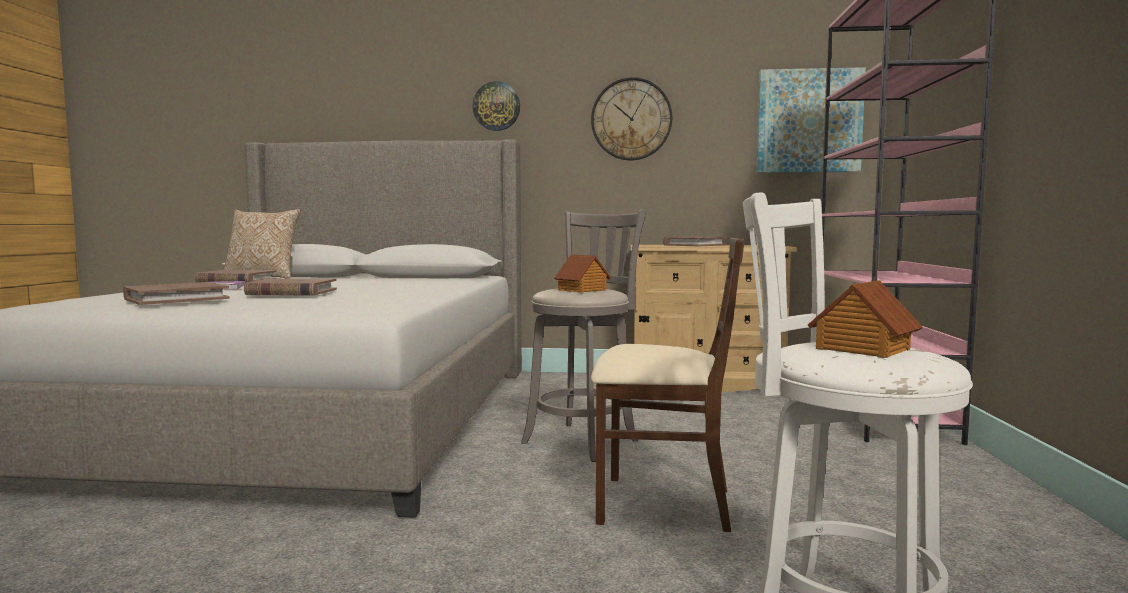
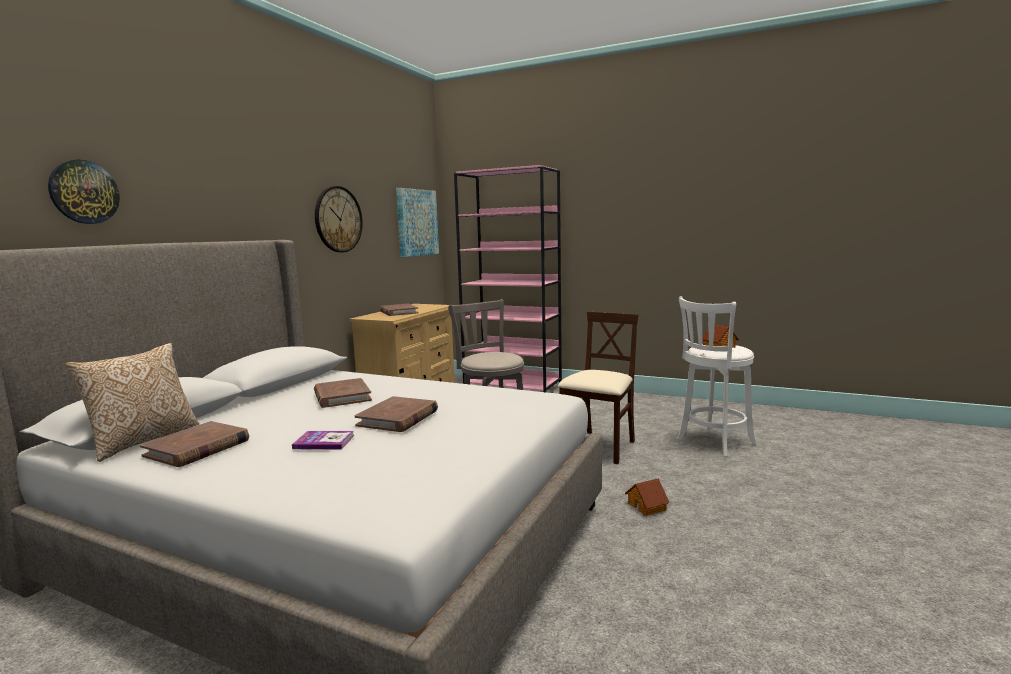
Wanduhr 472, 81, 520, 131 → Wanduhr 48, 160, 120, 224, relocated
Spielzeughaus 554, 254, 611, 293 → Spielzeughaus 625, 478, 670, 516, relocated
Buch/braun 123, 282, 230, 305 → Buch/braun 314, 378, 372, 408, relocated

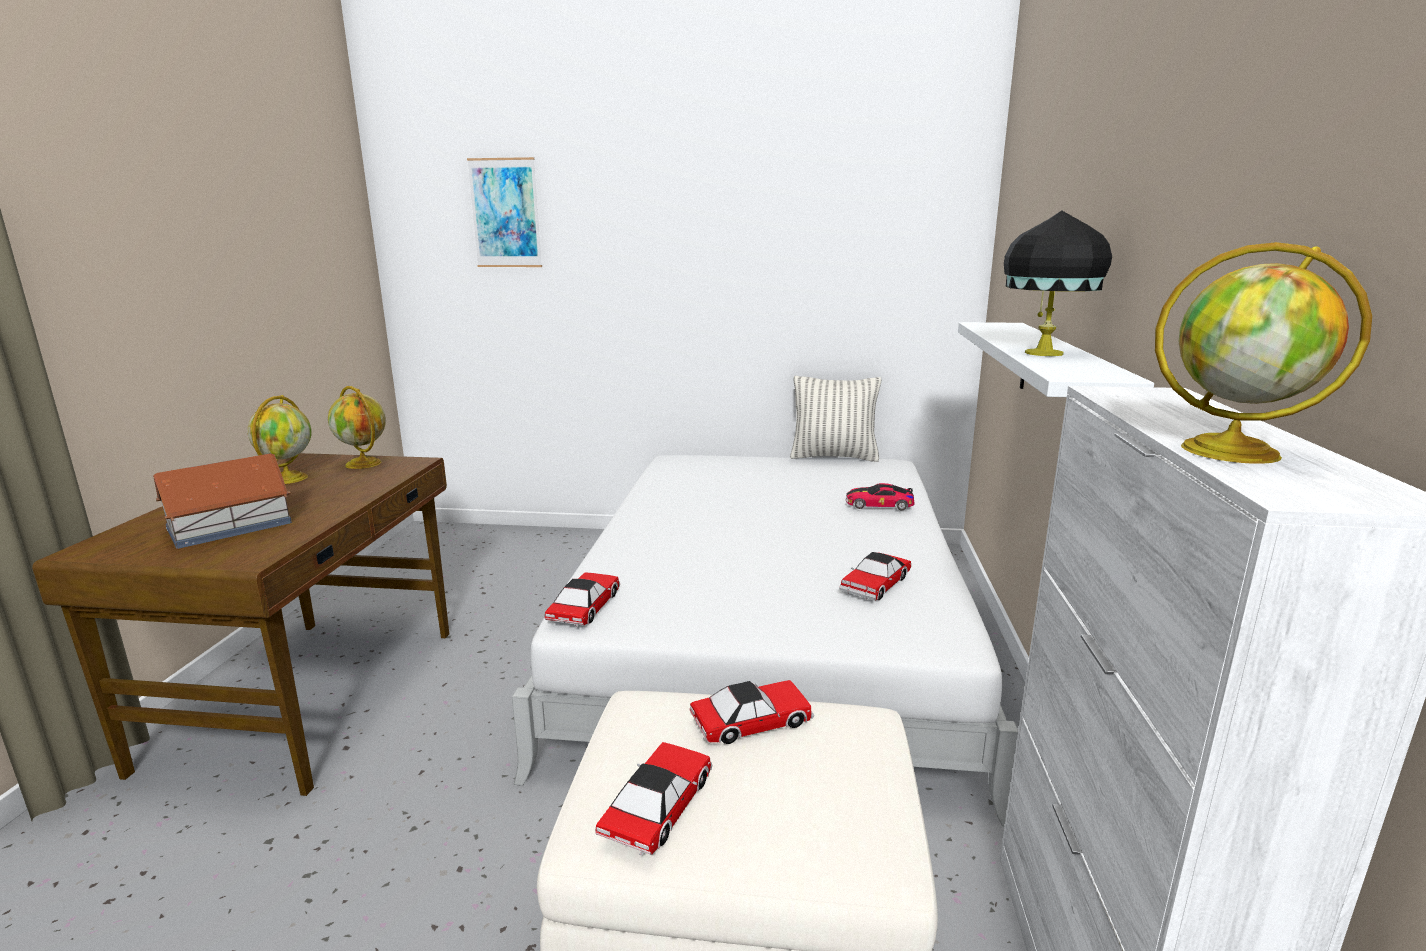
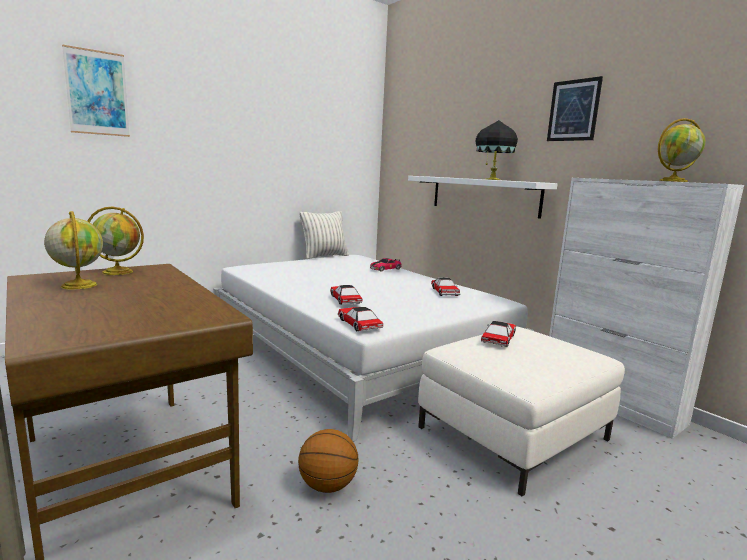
Spielzeughaus 153, 454, 292, 549 → -
Spielzeugauto 595, 742, 712, 856 → Spielzeugauto 330, 285, 363, 305, relocated
- → Bild 547, 76, 603, 141
- → Basketball 298, 429, 358, 493

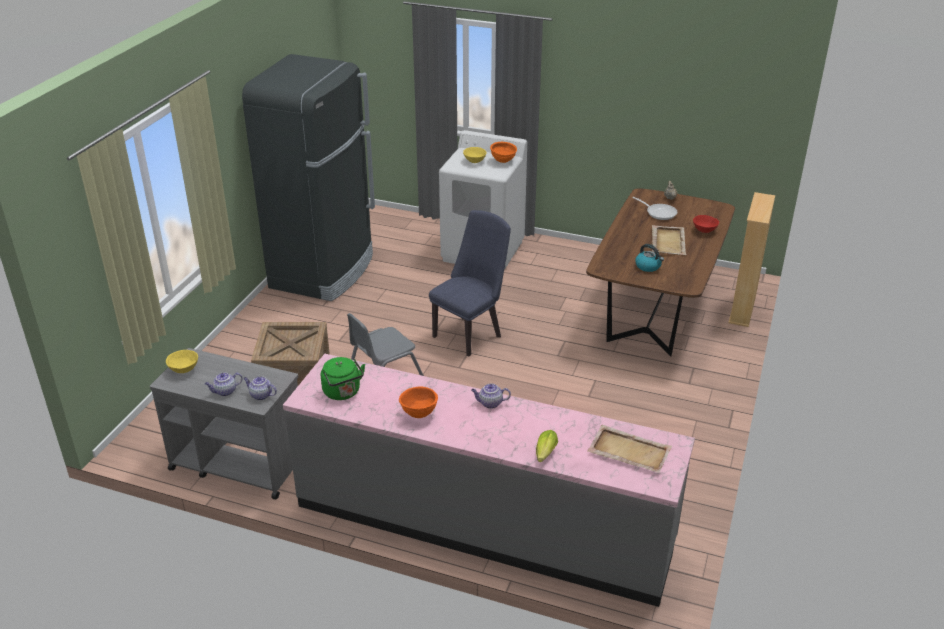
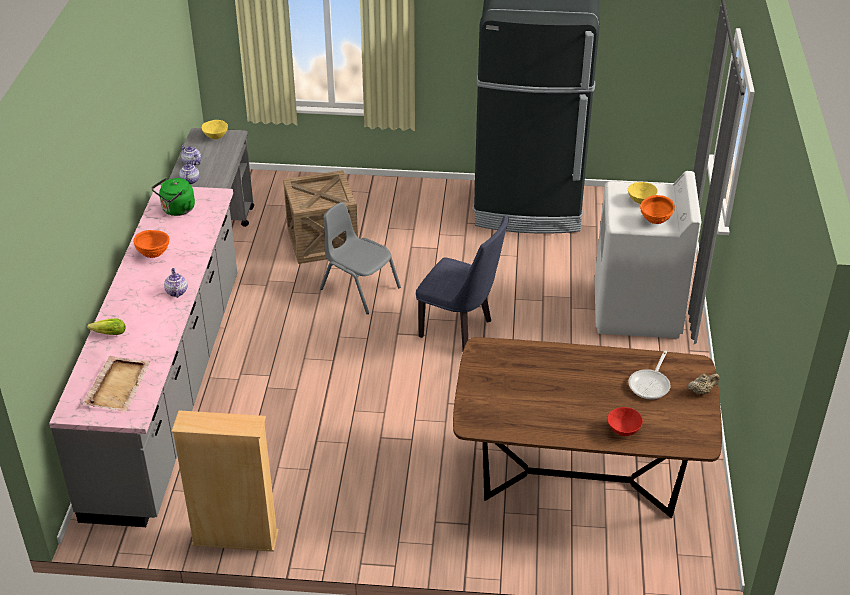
Bücherregal/beige 728, 192, 775, 327 → Bücherregal/beige 171, 410, 279, 552, relocated
Tablett/beige 652, 225, 686, 255 → -
Wasserkessel 635, 244, 664, 272 → -

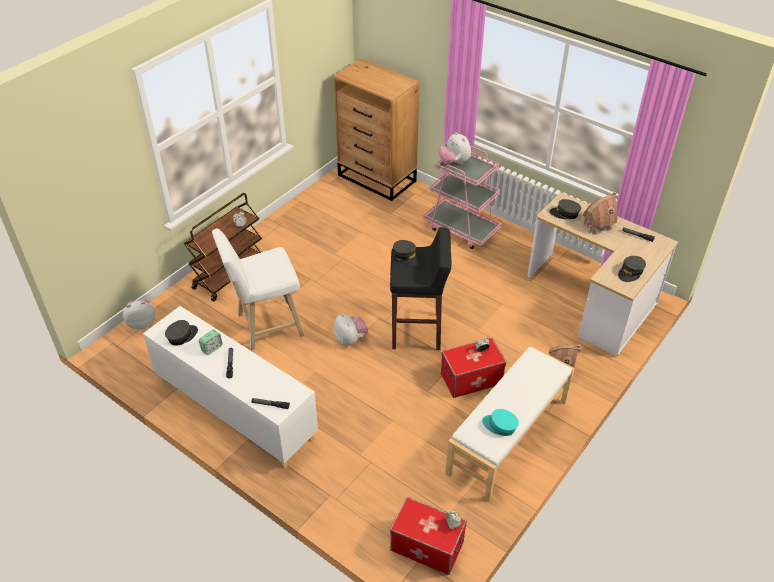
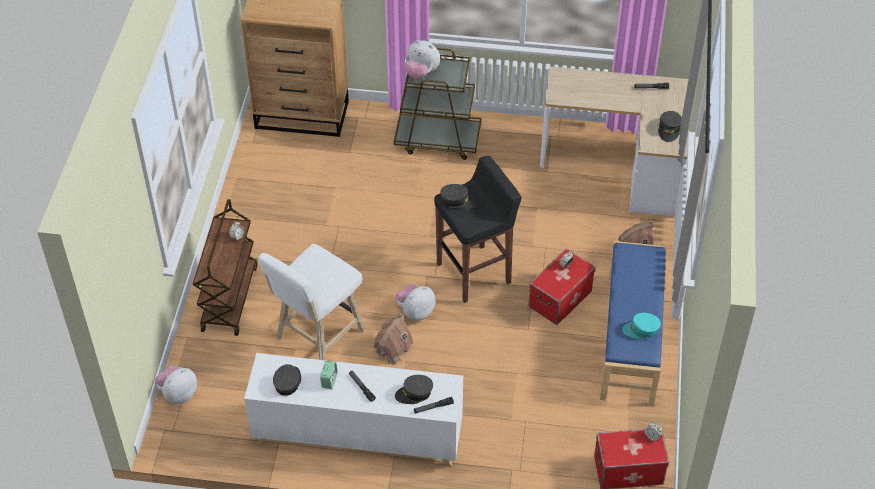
Rollwagen/rosa 423, 146, 502, 249 → Rollwagen/braun 394, 48, 481, 160
Spielzeughaus 583, 191, 617, 235 → Spielzeughaus 374, 313, 413, 365, relocated
Kappe/grau 550, 199, 581, 219 → Kappe/grau 395, 375, 433, 404, relocated
Plüschtier 334, 313, 368, 346 → Plüschtier 395, 284, 435, 320, 75 degrees counterclockwise
Bank/weiß 445, 346, 575, 502 → Bank/blau 600, 241, 666, 406

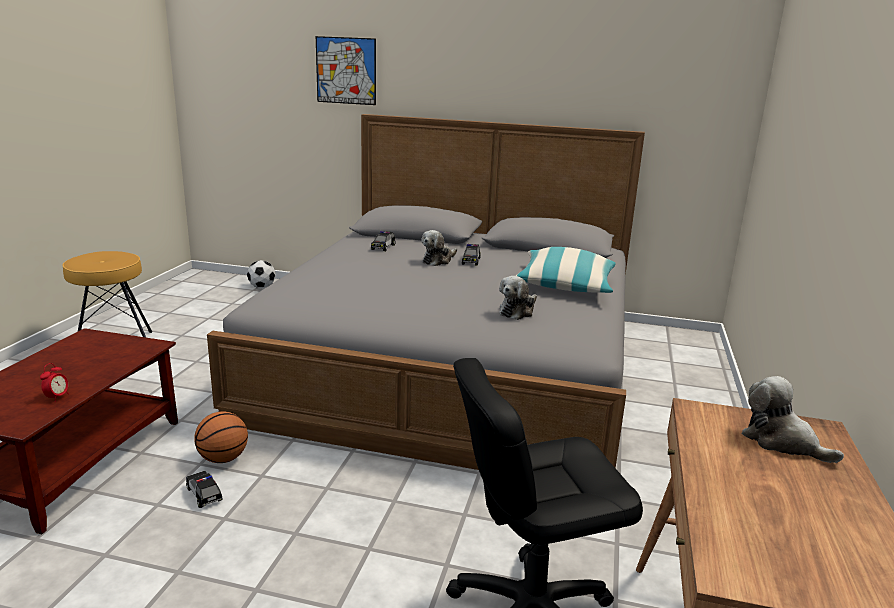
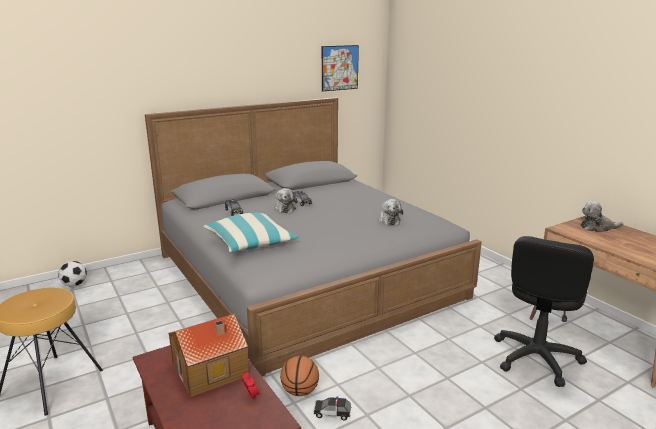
Bild 316, 36, 376, 105 → Bild 322, 45, 359, 92, relocated
Kissen 515, 247, 616, 293 → Kissen 204, 213, 299, 252, relocated
- → Spielzeughaus 168, 314, 249, 397

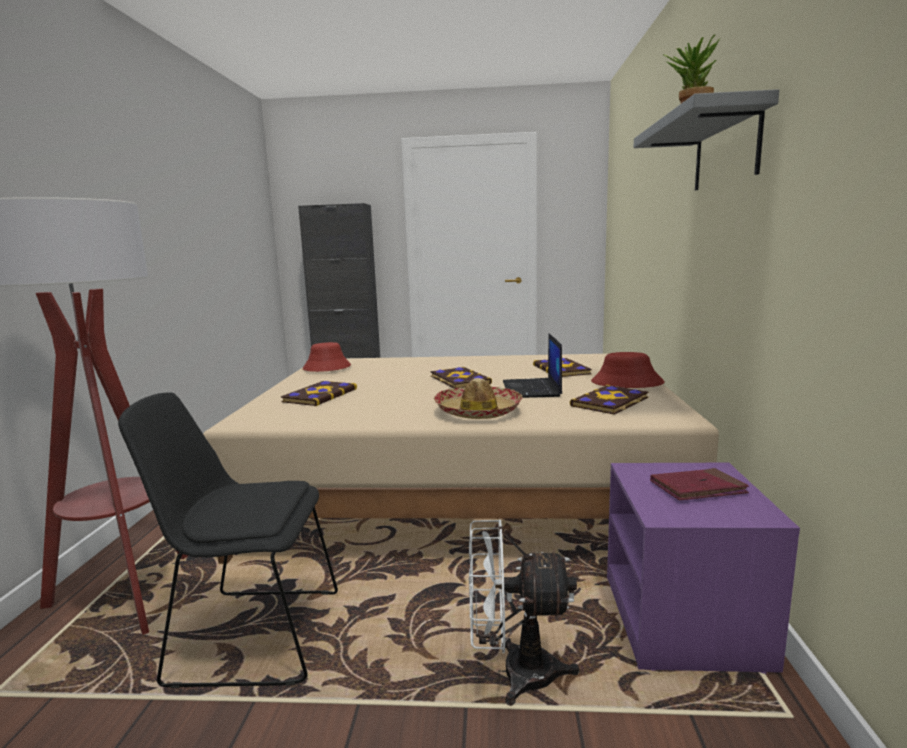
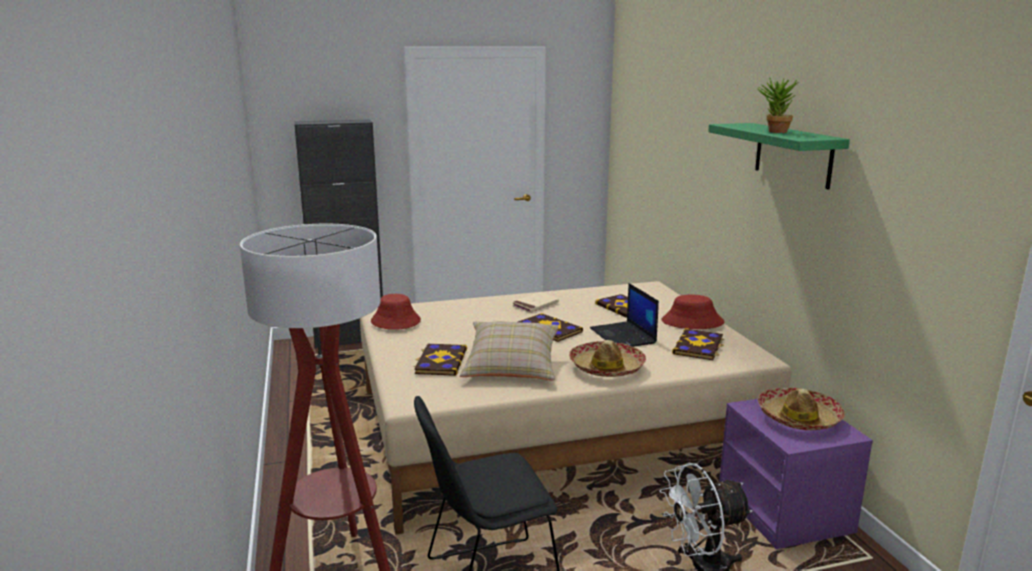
Wandregal/grau 634, 89, 779, 190 → Wandregal/grün 708, 123, 850, 189
Buch/rot 650, 468, 749, 500 → Hut 758, 388, 845, 430
- → Buch/beige 512, 292, 559, 313
- → Kissen/beige 460, 321, 558, 381

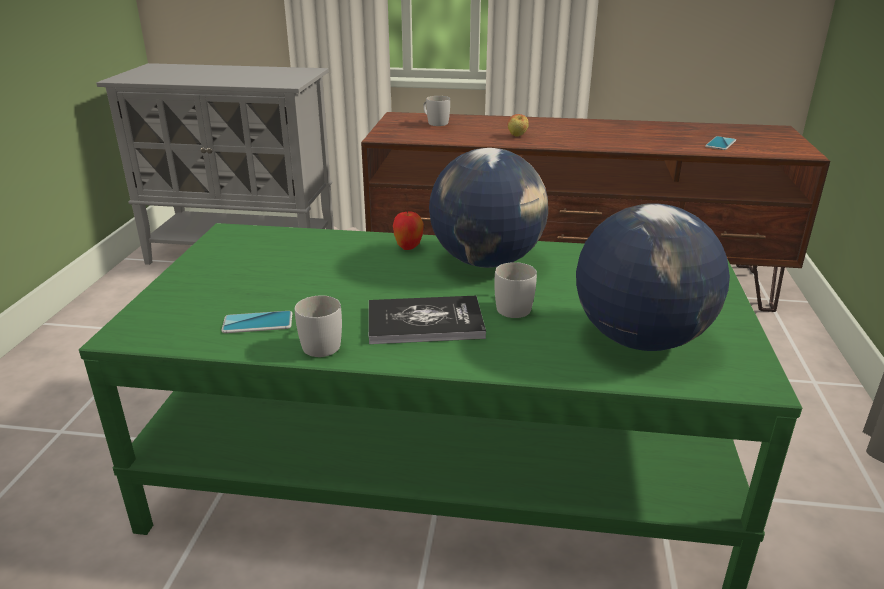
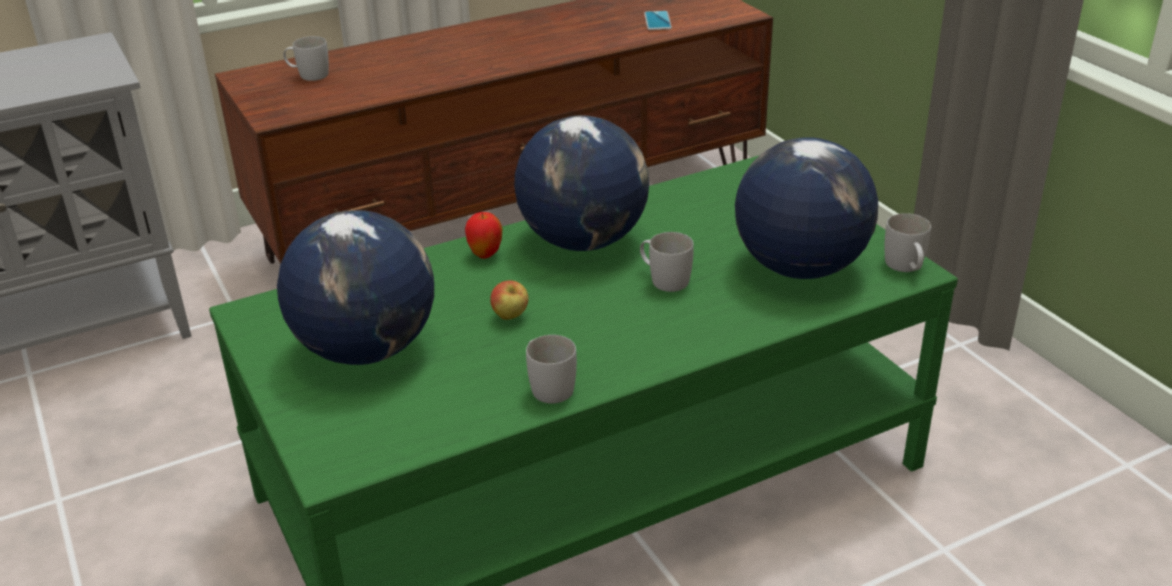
Apfel 508, 114, 529, 136 → Apfel 490, 281, 529, 320, relocated
Buch 369, 296, 486, 344 → -
Handy 221, 311, 292, 333 → -
- → Globus 277, 210, 434, 365
- → Henkelbecher/weiß 885, 213, 931, 272

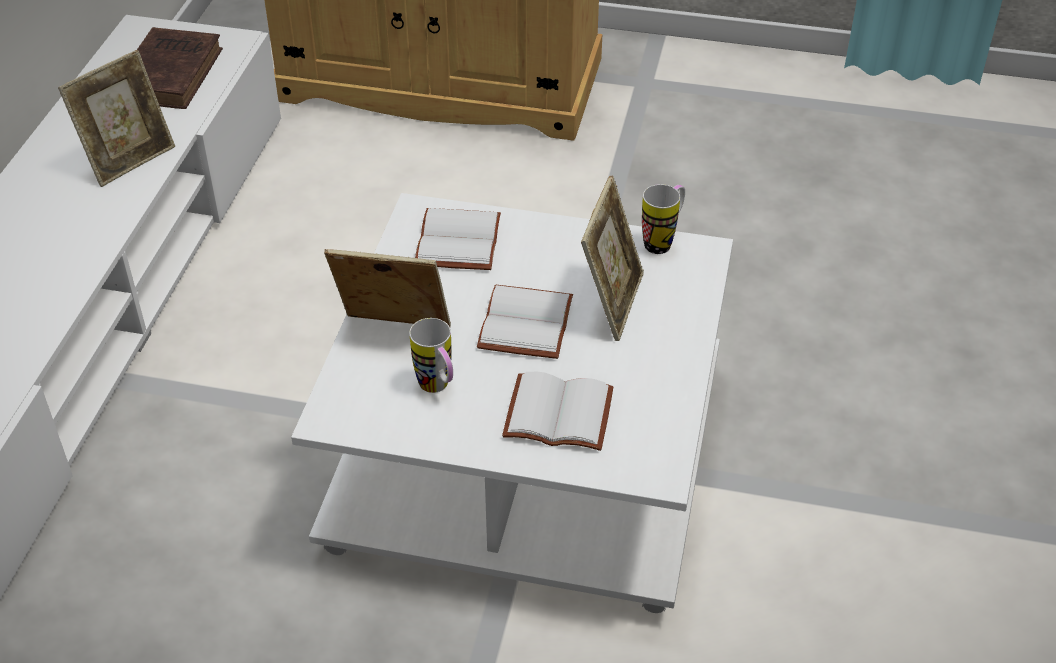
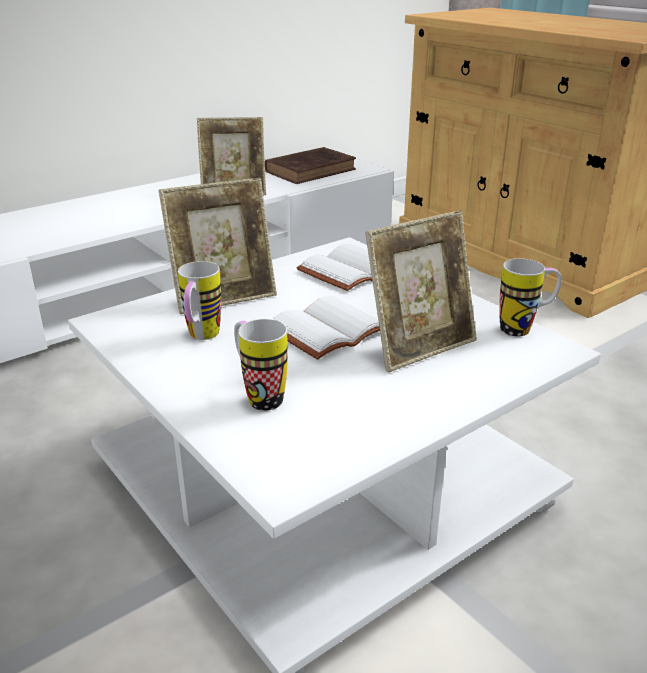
Bilderrahmen 324, 249, 451, 327 → Bilderrahmen 159, 177, 277, 314, 105 degrees clockwise
Buch/weiß 502, 372, 613, 451 → Henkelbecher 234, 319, 288, 411

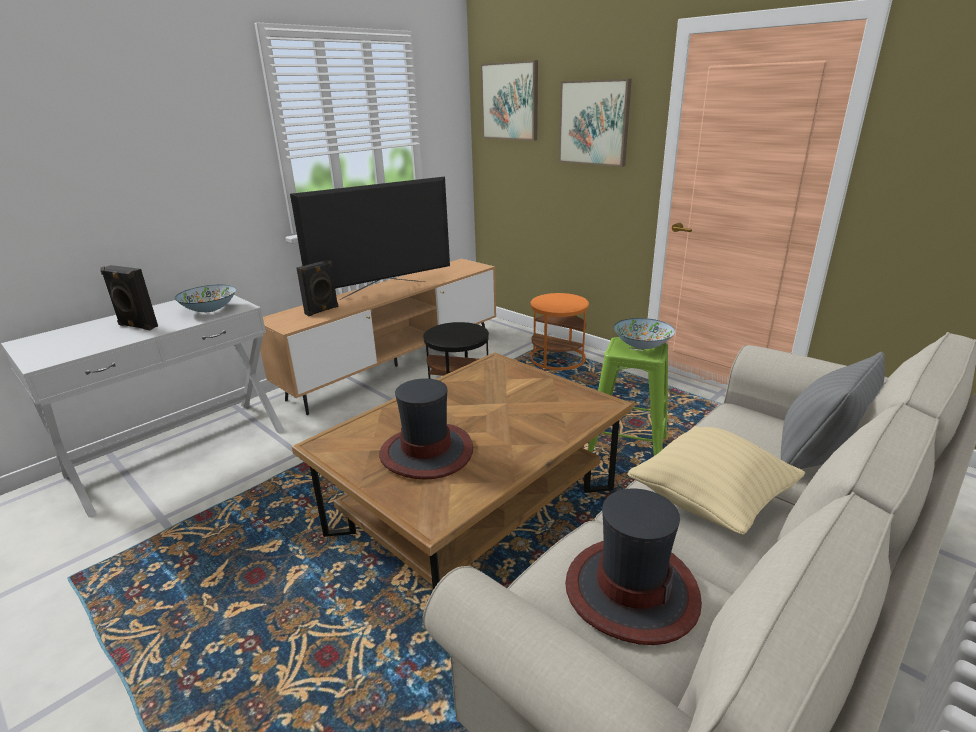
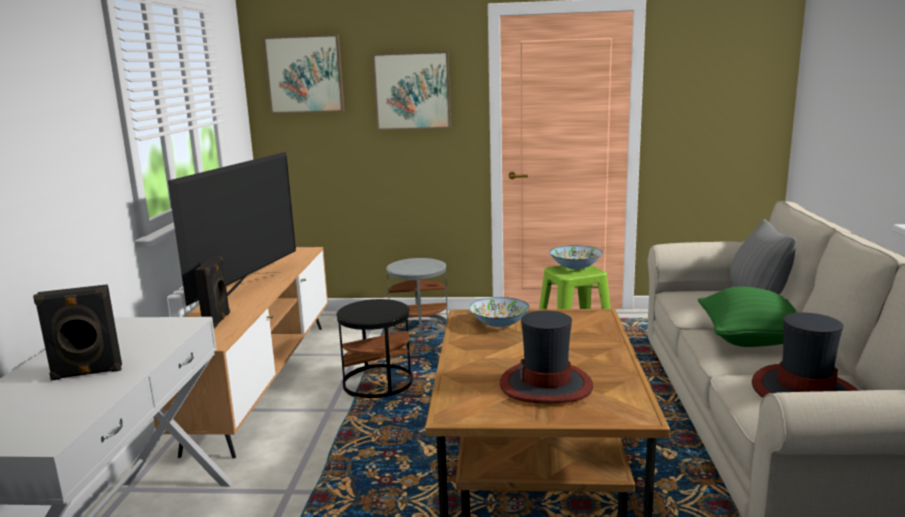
Schüssel 174, 285, 236, 312 → Schüssel 469, 297, 530, 327, relocated
Beistelltisch/orange 531, 293, 589, 370 → Beistelltisch/grau 386, 258, 448, 337
Kissen/beige 628, 426, 805, 535 → Kissen/grün 698, 286, 798, 347

